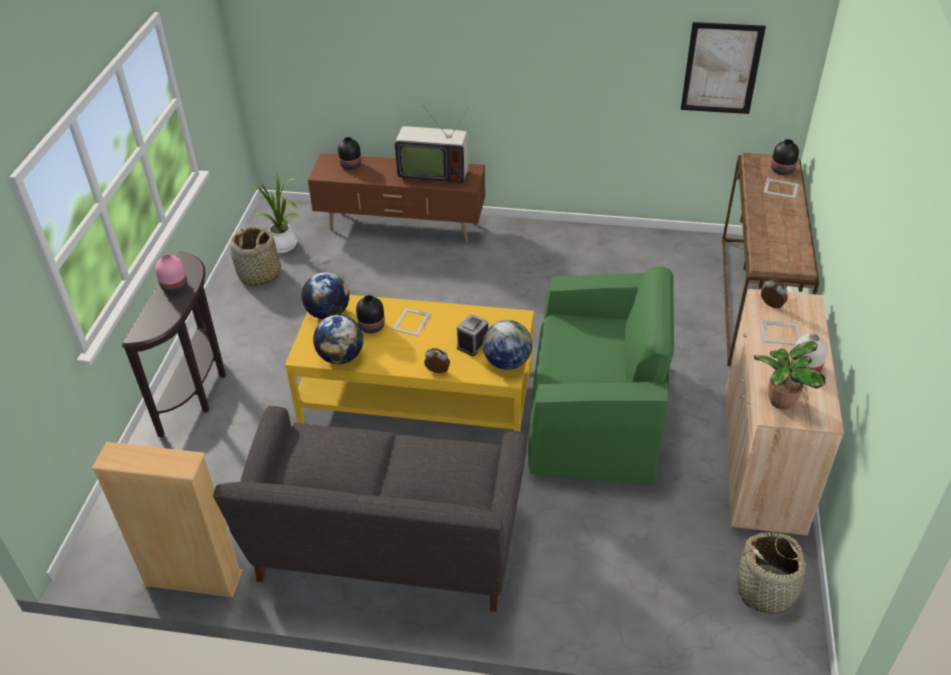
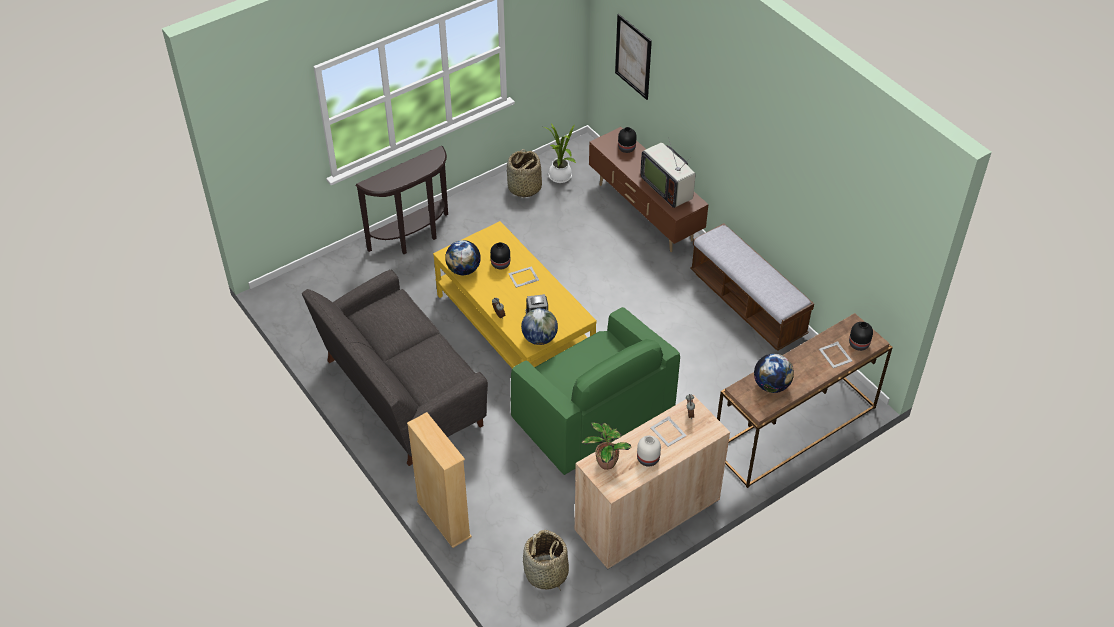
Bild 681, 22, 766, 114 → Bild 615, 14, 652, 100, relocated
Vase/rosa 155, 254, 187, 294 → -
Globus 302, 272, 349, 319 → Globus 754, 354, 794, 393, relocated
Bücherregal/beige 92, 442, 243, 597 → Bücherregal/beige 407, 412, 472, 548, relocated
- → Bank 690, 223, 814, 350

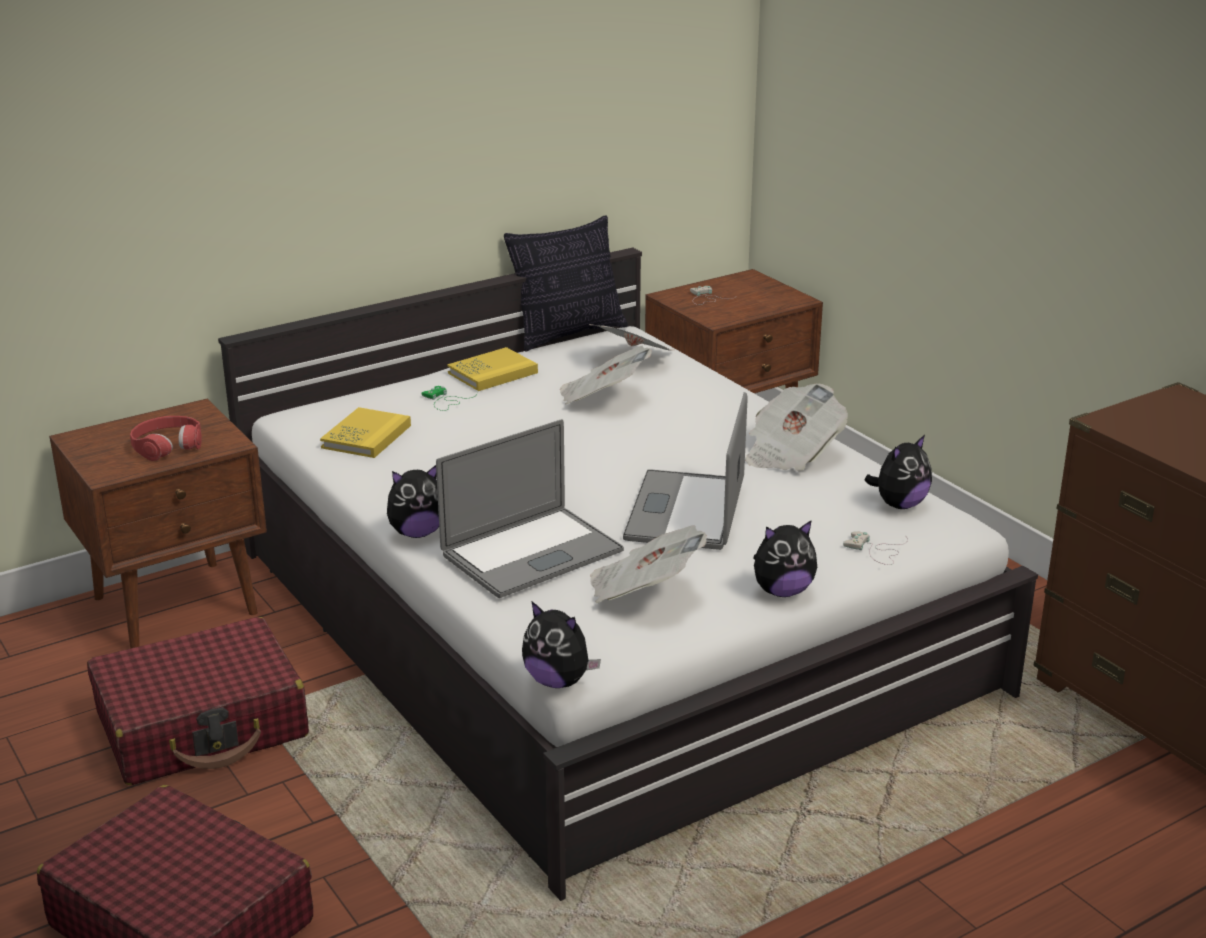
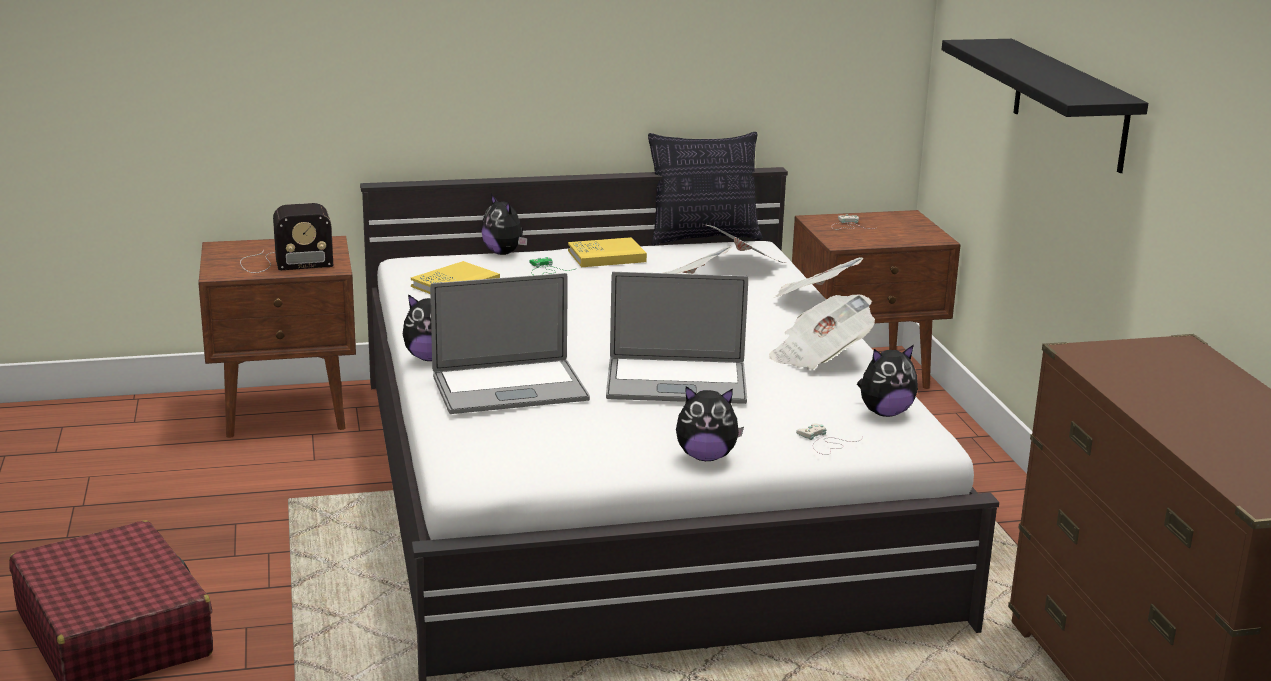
Laptop 623, 392, 748, 550 → Laptop 606, 272, 748, 404, 120 degrees counterclockwise
Kopfhörer/rot 130, 416, 202, 461 → Radio 240, 203, 333, 273
Zeitung 590, 525, 707, 603 → Zeitung 774, 257, 863, 298, relocated
Plüschtier 522, 601, 601, 688 → Plüschtier 481, 194, 527, 255, relocated
Koffer/rot 87, 617, 309, 785 → -
- → Wandregal/schwarz 941, 39, 1148, 173

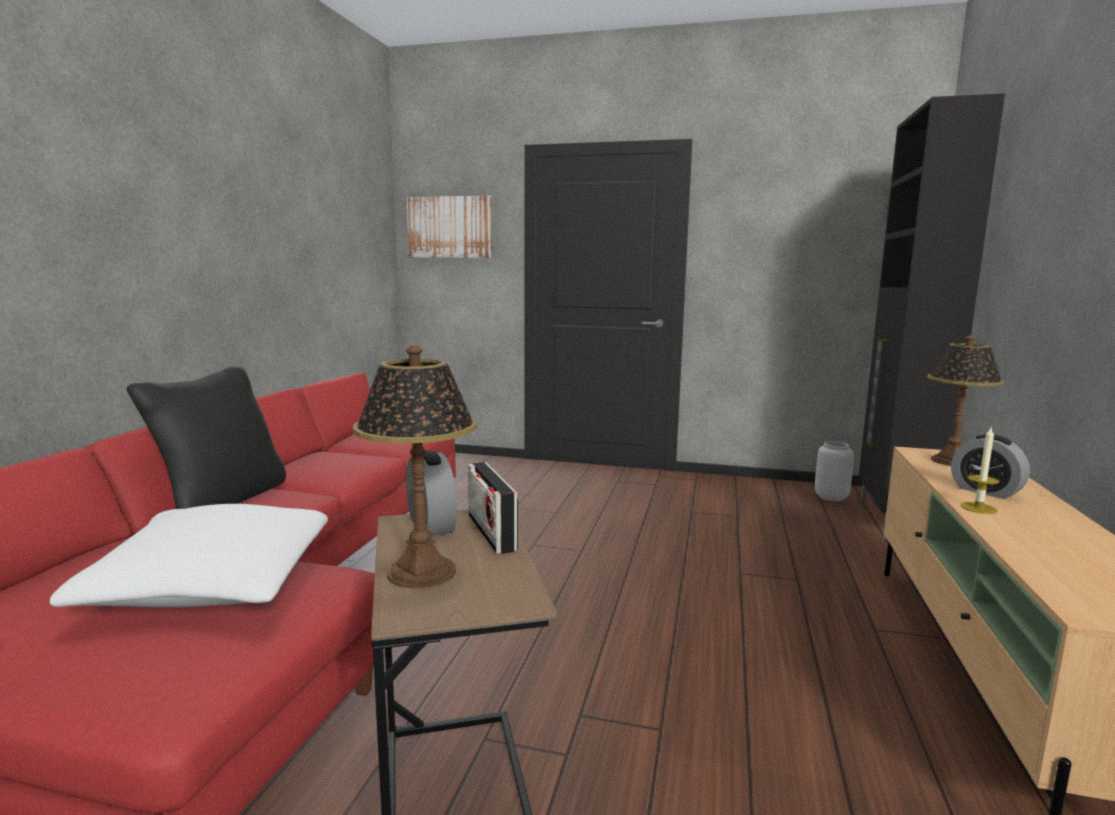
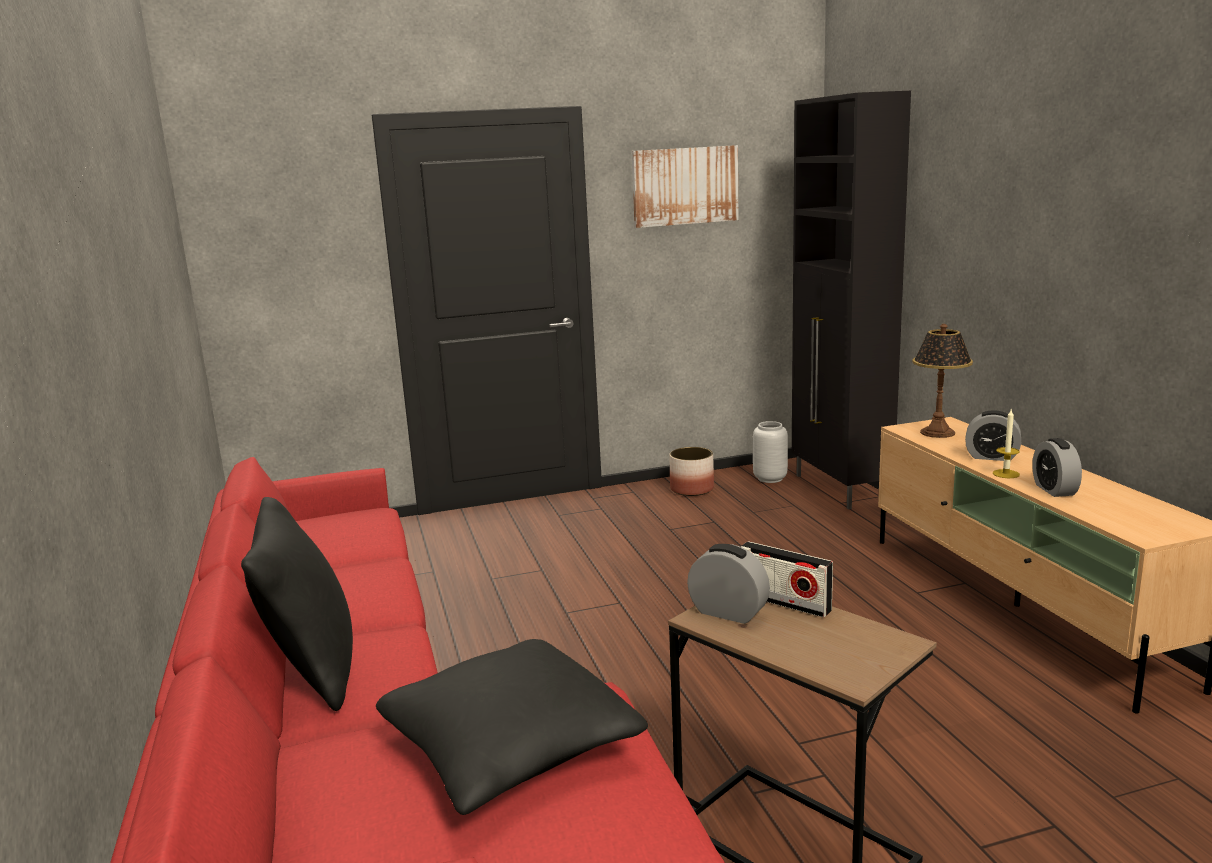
Bild 406, 196, 492, 258 → Bild 632, 145, 738, 228, relocated
Tischlampe 353, 345, 477, 589 → -
Kissen/weiß 50, 504, 328, 607 → Kissen/schwarz 376, 639, 648, 815
- → Wecker 1032, 438, 1082, 497
- → Pflanzkübel 669, 447, 714, 496

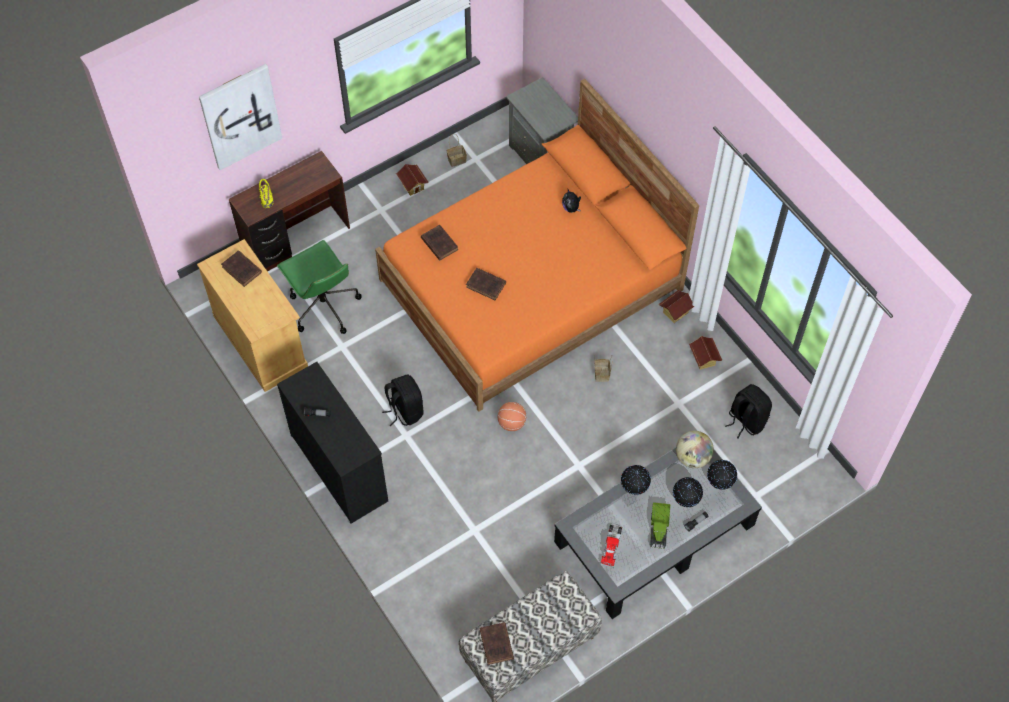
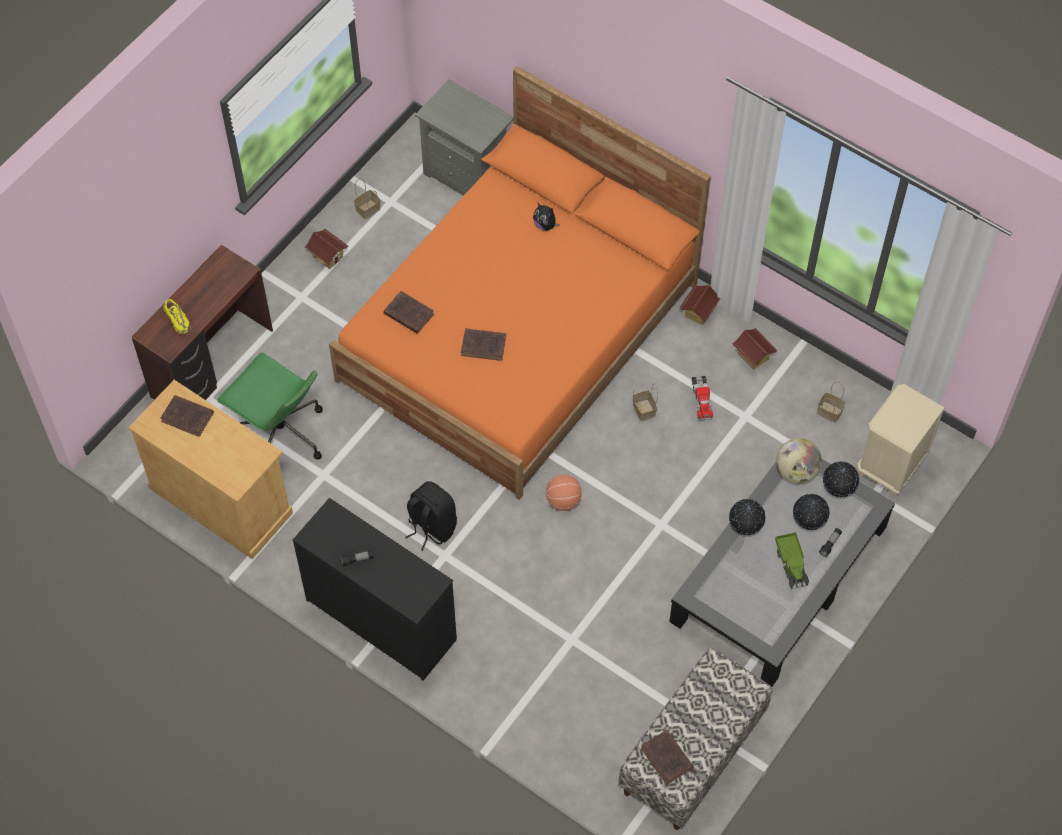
Bild 199, 64, 282, 170 → -
Rucksack/schwarz 725, 384, 772, 439 → Korb 817, 382, 846, 423
Spielzeuglaster 601, 525, 622, 568 → Spielzeuglaster 692, 376, 713, 420, relocated
- → Nachttisch/beige 857, 384, 945, 497

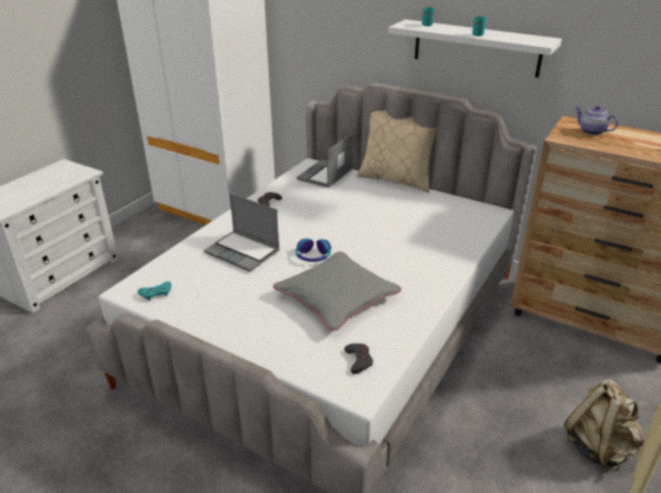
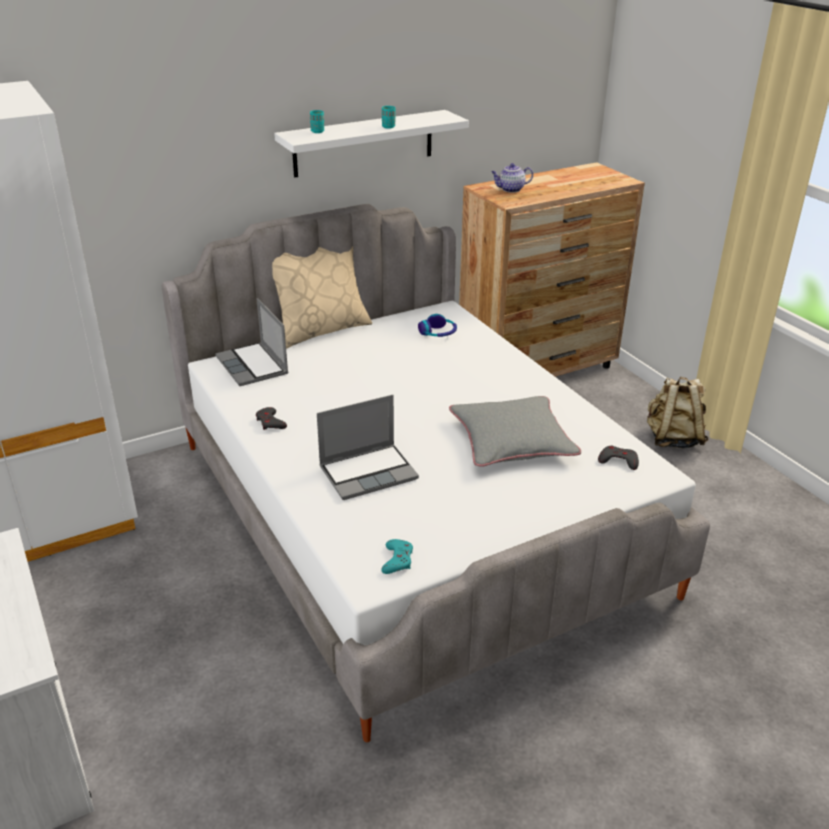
Kopfhörer 296, 238, 331, 262 → Kopfhörer 418, 314, 457, 337, relocated

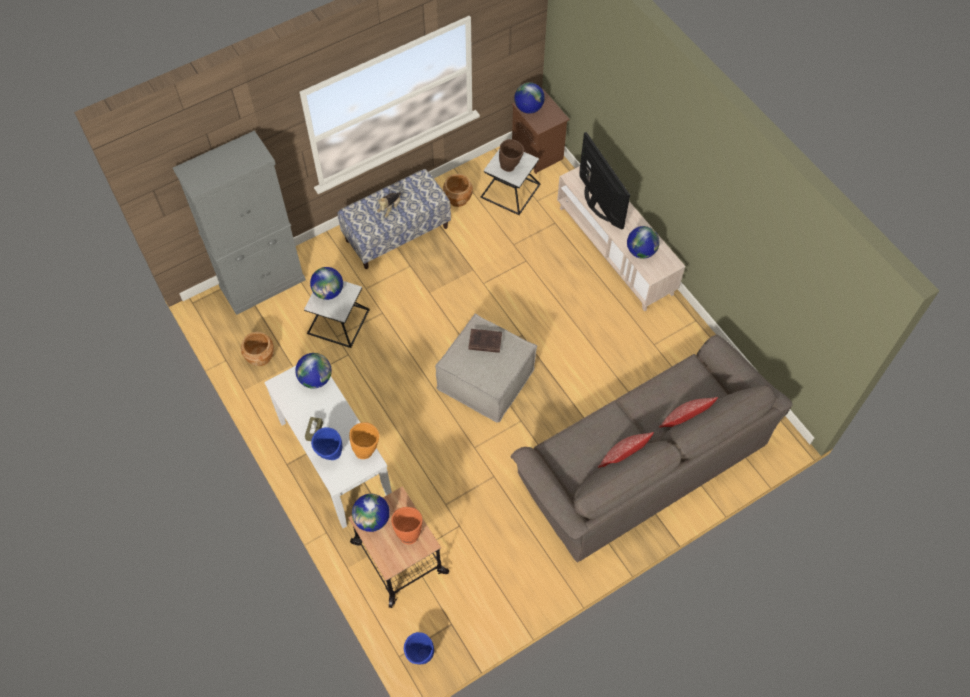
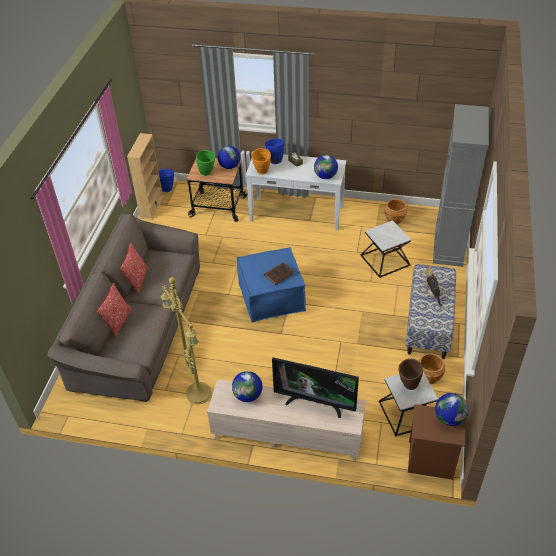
Globus 310, 267, 343, 300 → -
Polsterhocker/beige 435, 313, 537, 422 → Polsterhocker/blau 237, 247, 306, 322
Vase/orange 391, 507, 422, 544 → Vase/grün 196, 150, 215, 176
- → Bücherregal/beige 127, 133, 164, 220
- → Stehlampe/gelb 160, 277, 211, 404

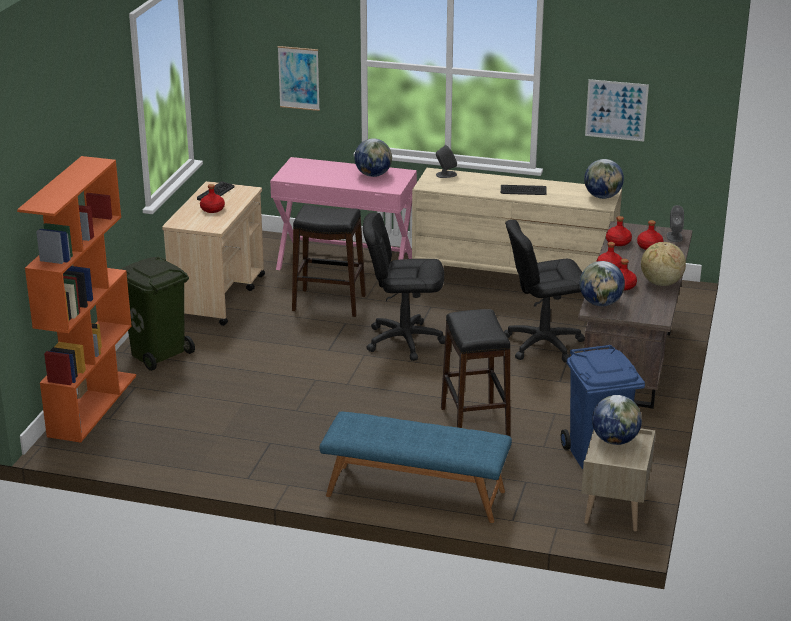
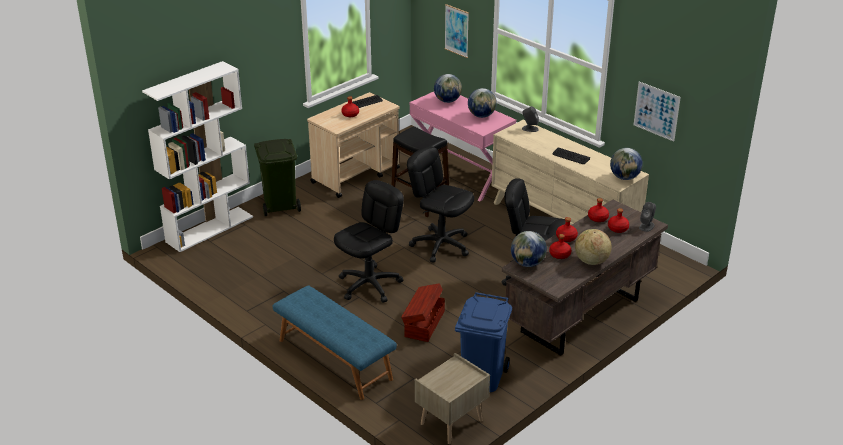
Bücherregal/orange 17, 156, 136, 443 → Bücherregal/weiß 142, 61, 253, 252
Hocker/schwarz 441, 309, 510, 436 → Aufbewahrungsbox/braun 401, 283, 445, 342
Globus 592, 395, 642, 445 → Globus 434, 74, 462, 103, relocated
- → Bürostuhl/schwarz 334, 180, 404, 303

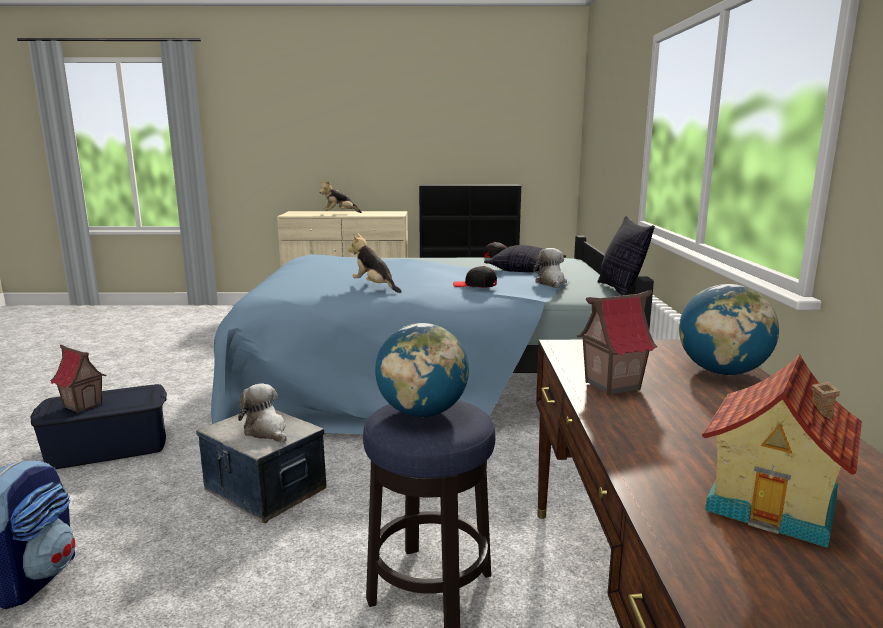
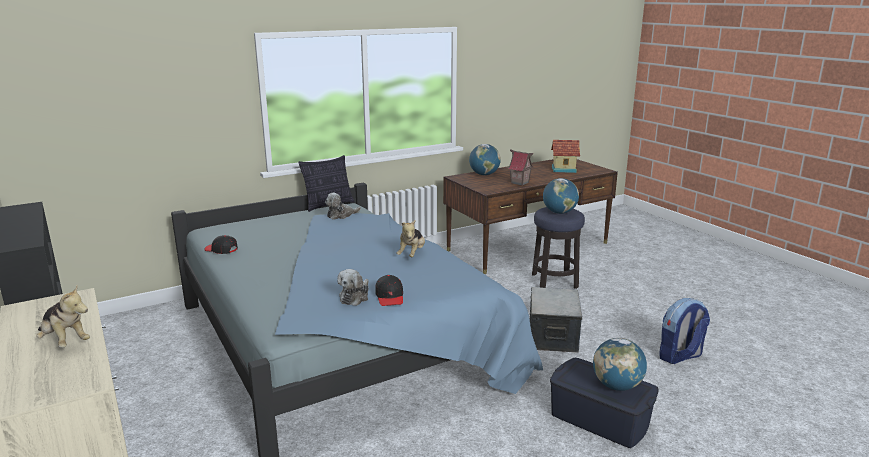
Kissen 484, 245, 566, 272 → -
Kappe/schwarz 453, 266, 497, 288 → Kappe/schwarz 375, 275, 403, 306, relocated
Spielzeughaus 50, 345, 107, 413 → Globus 593, 338, 647, 391
Plüschtier 238, 383, 287, 443 → Plüschtier 337, 269, 369, 306, relocated

